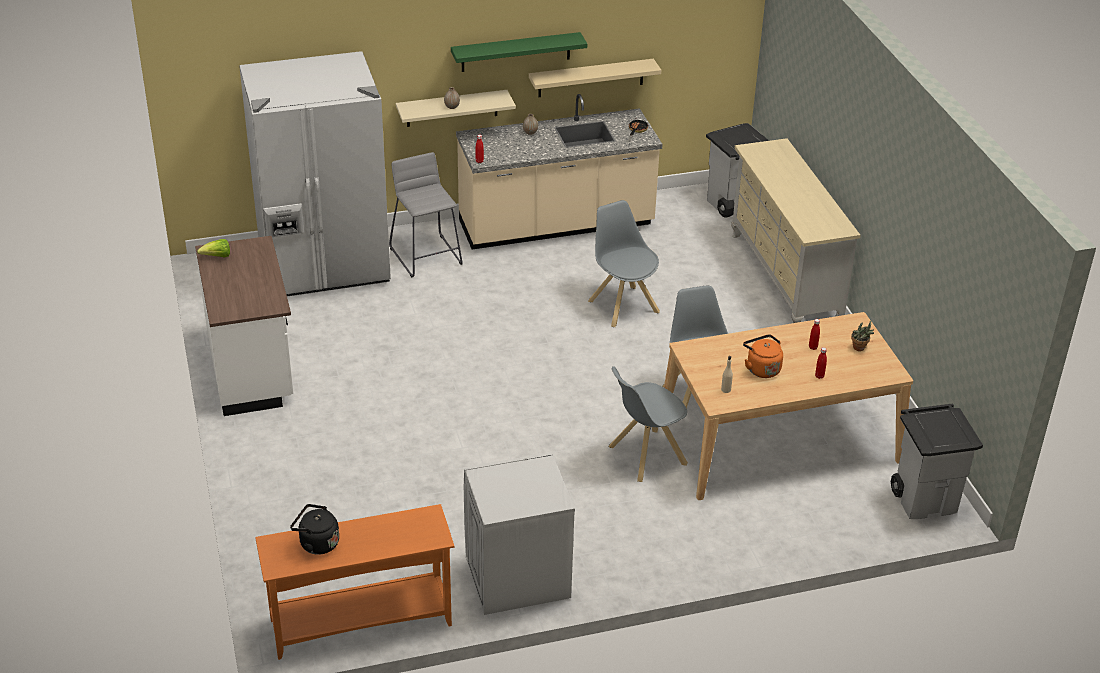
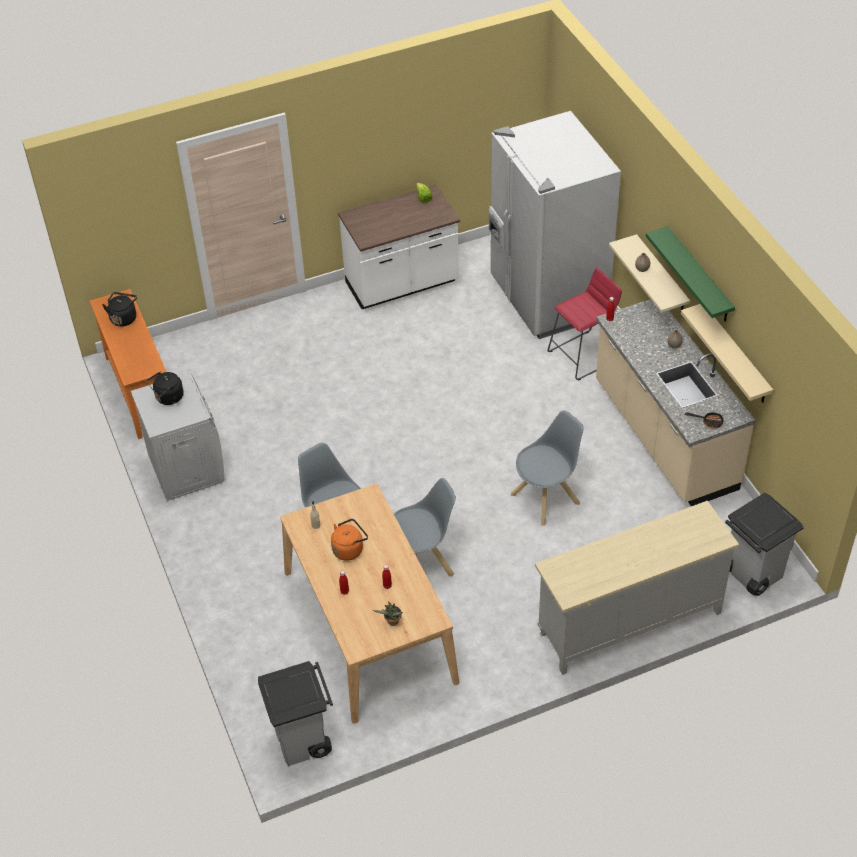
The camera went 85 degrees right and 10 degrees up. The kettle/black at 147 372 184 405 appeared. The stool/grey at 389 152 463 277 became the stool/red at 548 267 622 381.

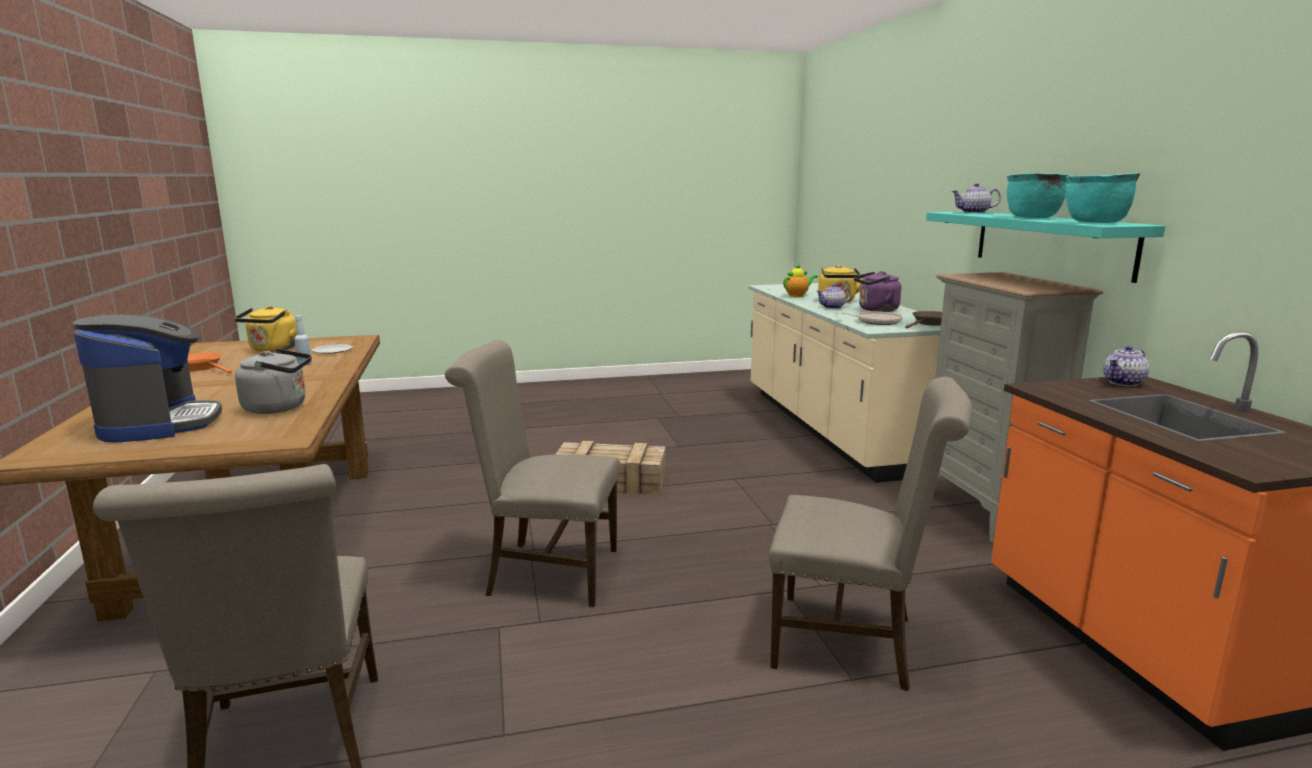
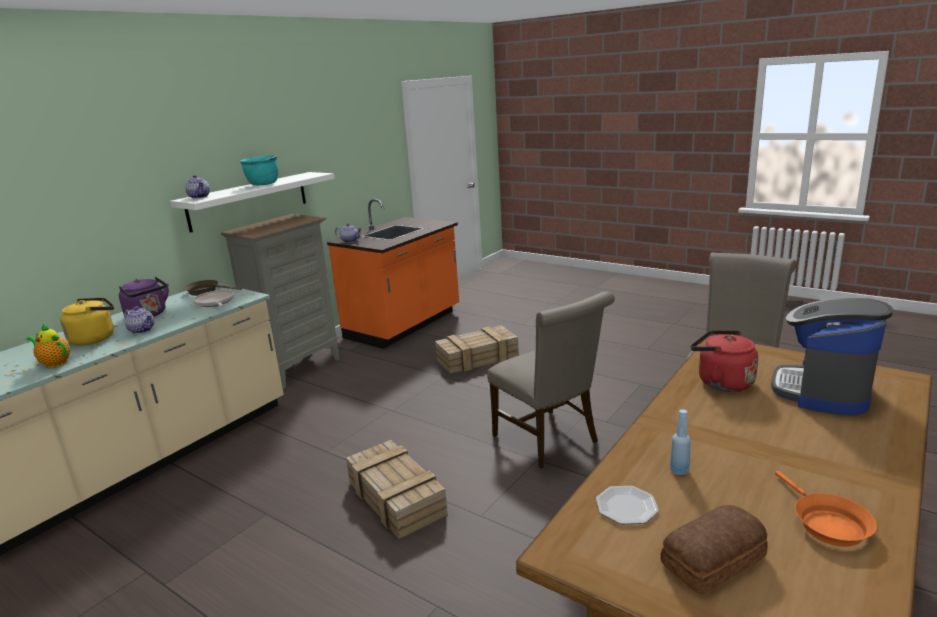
The camera went 130 degrees left and 5 degrees up. The shelf/turquoise at 926 212 1165 283 became the shelf/white at 170 172 335 233. The chair/beige at 769 377 972 691 was replaced by the crate at 435 325 519 374. The kettle/yellow at 234 306 297 352 was replaced by the bread at 661 505 768 595. The kettle/grey at 235 349 312 414 became the kettle/red at 691 330 758 392. The cooking pot/turquoise at 1066 173 1140 223 disappeared.

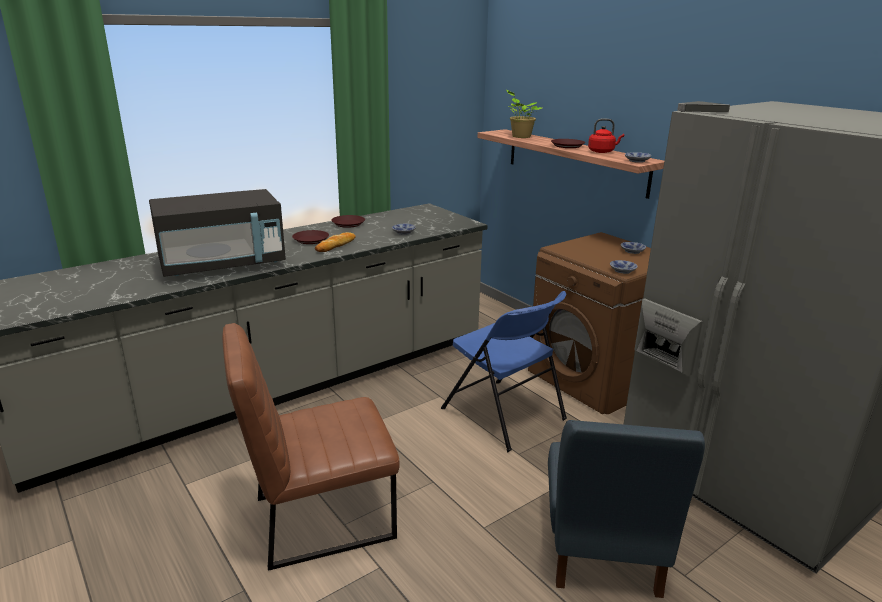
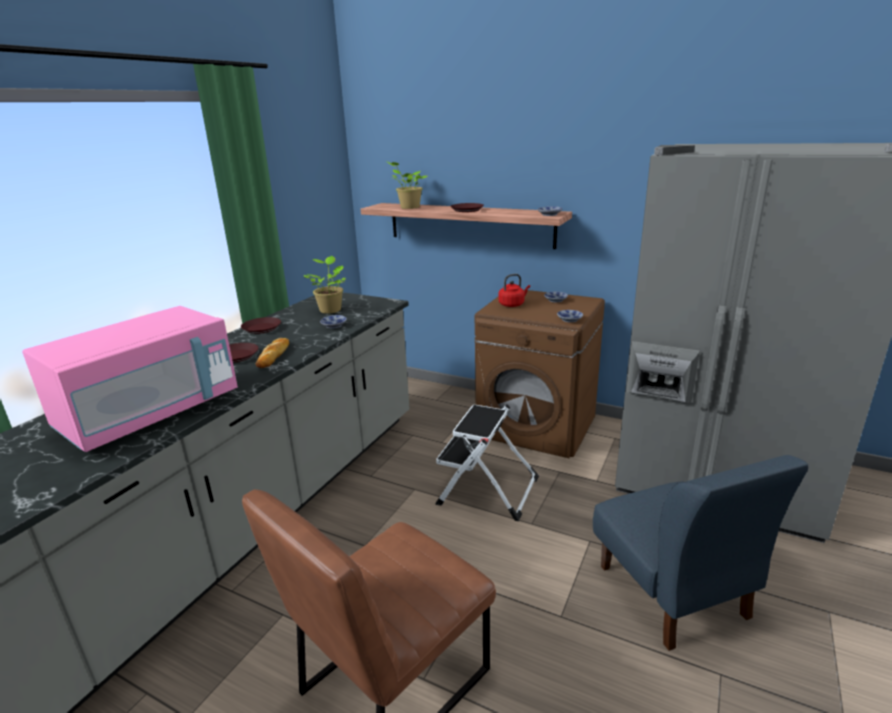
The camera went 25 degrees left and 0 degrees up. The microwave/black at 149 189 286 277 became the microwave/pink at 22 306 238 452. The potted plant at 304 256 346 314 appeared. The chair/blue at 441 291 567 452 was replaced by the step ladder at 435 404 539 521. The kettle/red moved from 588 118 624 153 to 498 274 530 307.

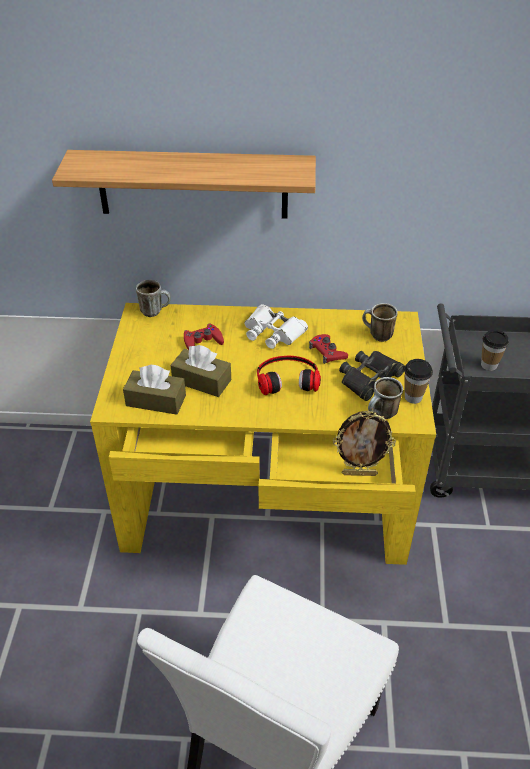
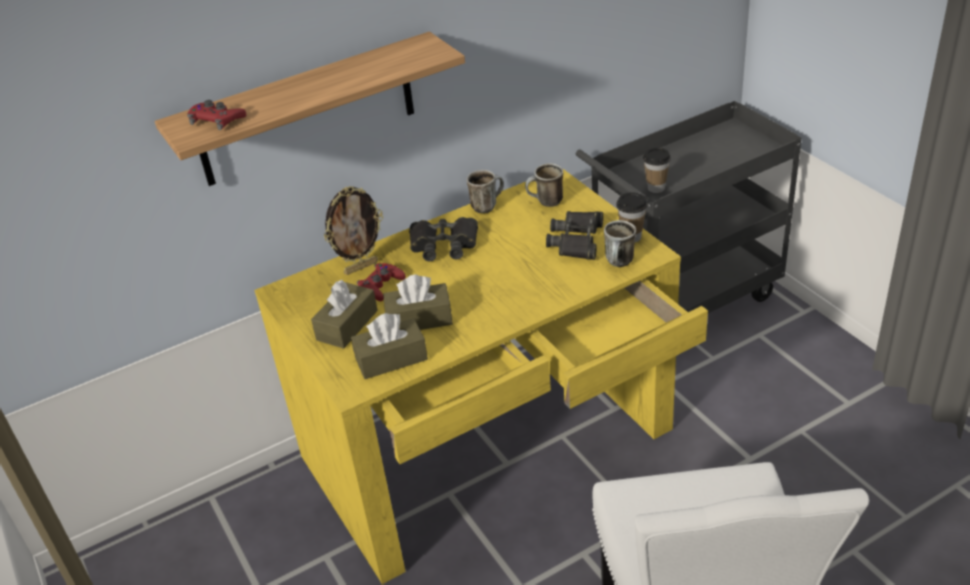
The camera went 30 degrees left and 5 degrees down. The game controller/red moved from 309 334 348 364 to 187 100 246 130. The tissue box/brown at 311 280 378 349 appeared. The picture frame moved from 333 410 396 476 to 324 186 383 275. The binoculars/white at 244 304 308 349 became the binoculars/black at 409 217 478 261. The mug moved from 136 280 171 317 to 467 170 504 213. The headphones at 257 356 321 395 disappeared.

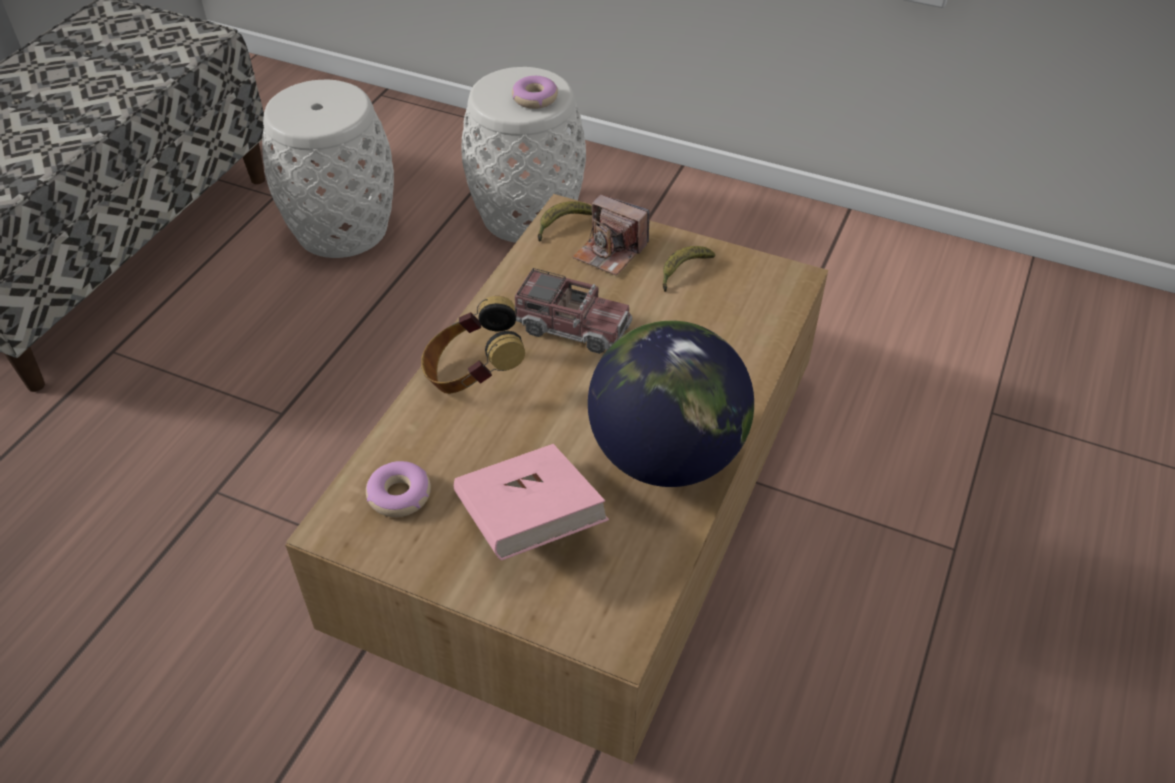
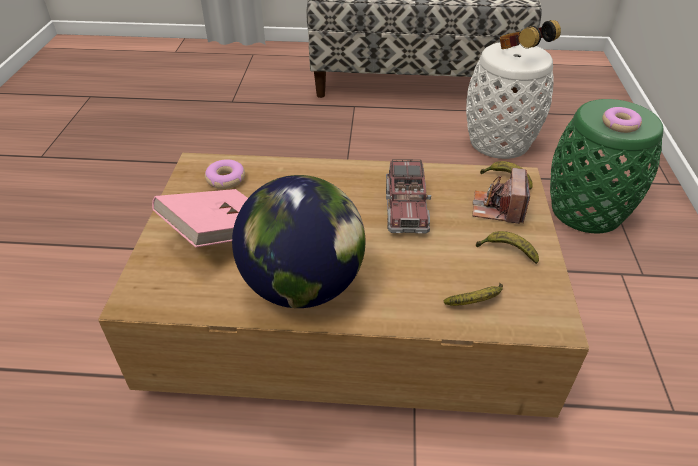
The camera went 70 degrees right and 5 degrees down. The banana at 443 283 503 306 appeared. The headphones moved from 421 296 525 394 to 500 20 561 49. The stool/white at 462 67 586 243 became the stool/green at 550 99 663 233.

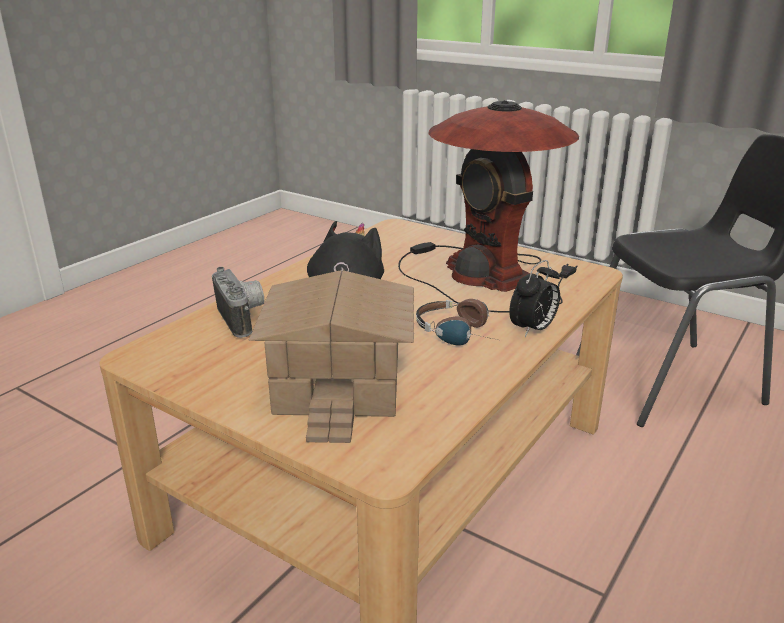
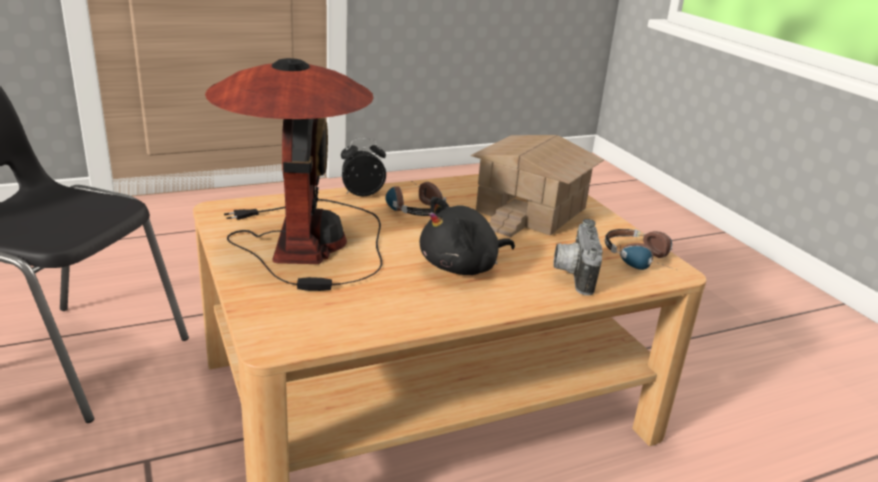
The camera went 150 degrees left and 0 degrees up. The headphones at 604 229 676 270 appeared.

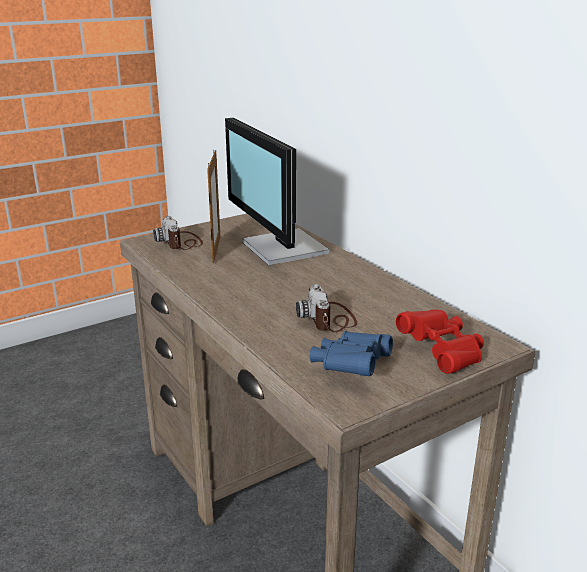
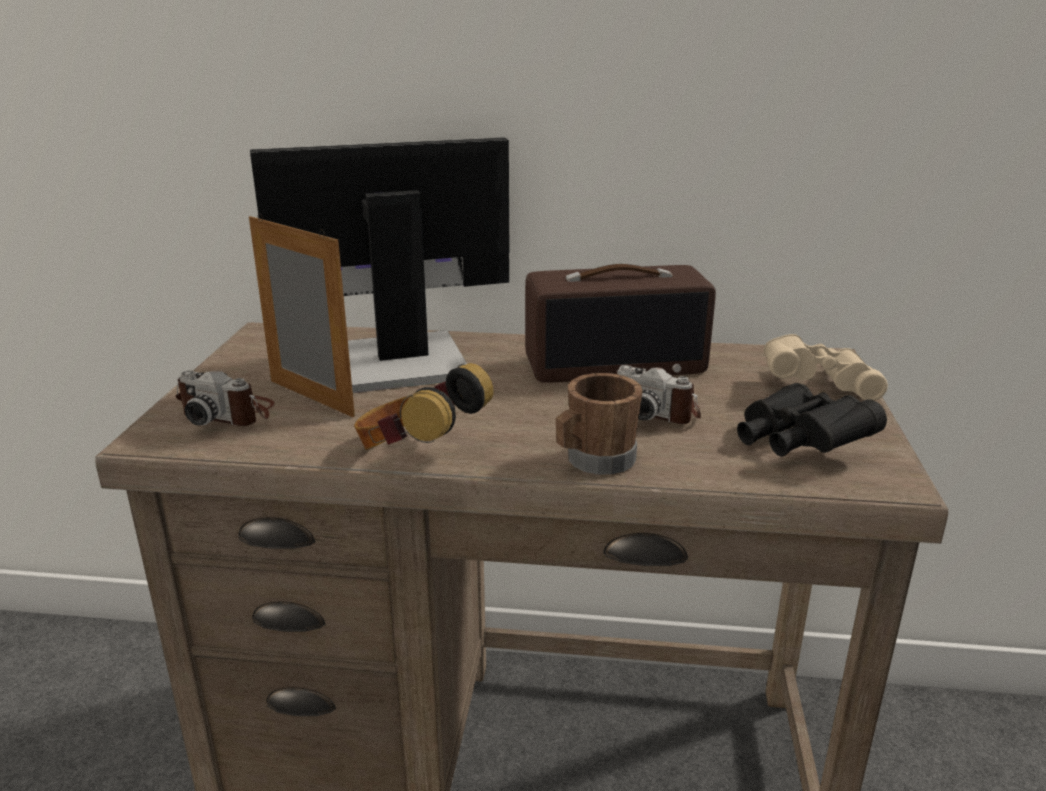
The camera went 50 degrees left and 0 degrees up. The monitor at 225 118 329 265 turned 150 degrees clockwise. The headphones at 354 363 494 450 appeared. The radio at 525 264 716 383 appeared. The mug/brown at 556 373 642 475 appeared. The binoculars/blue at 310 331 393 376 became the binoculars/black at 737 383 887 457. The binoculars/red at 396 309 484 374 became the binoculars/beige at 763 334 888 401.

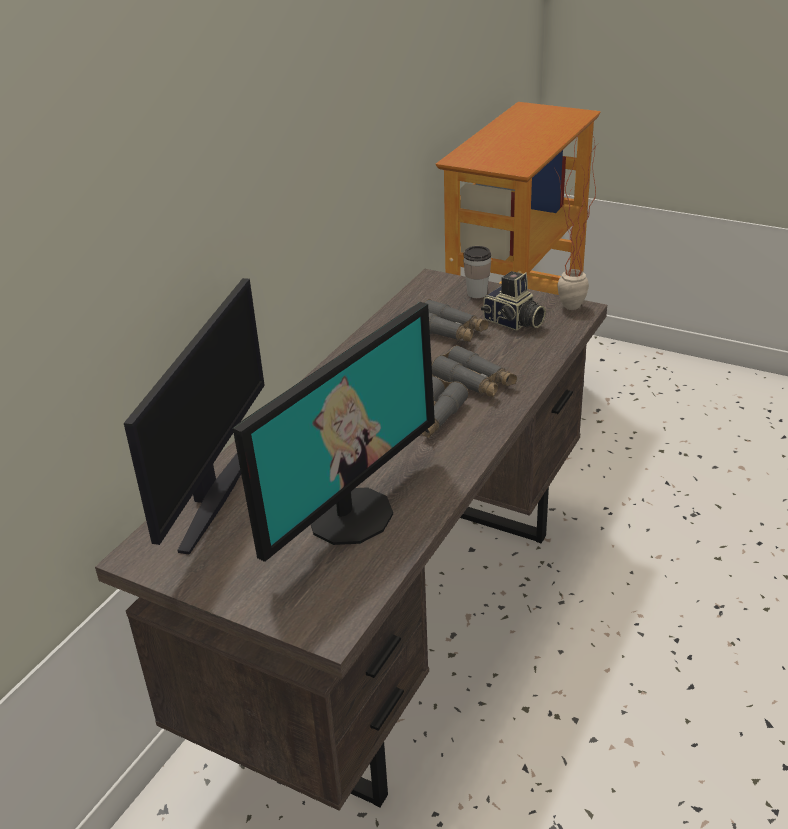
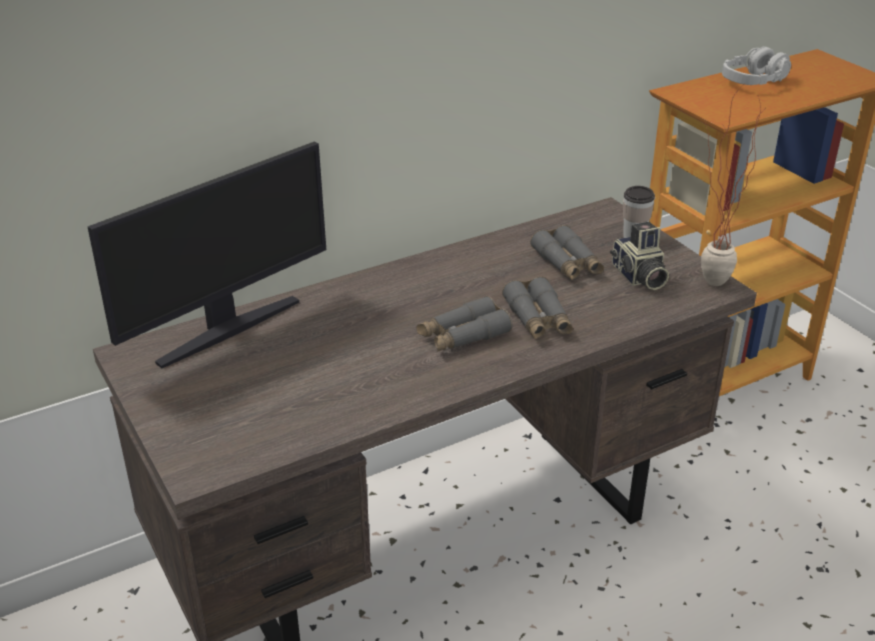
The camera went 30 degrees right and 0 degrees up. The headphones/grey at 722 46 791 85 appeared. The monitor at 233 302 435 562 disappeared.

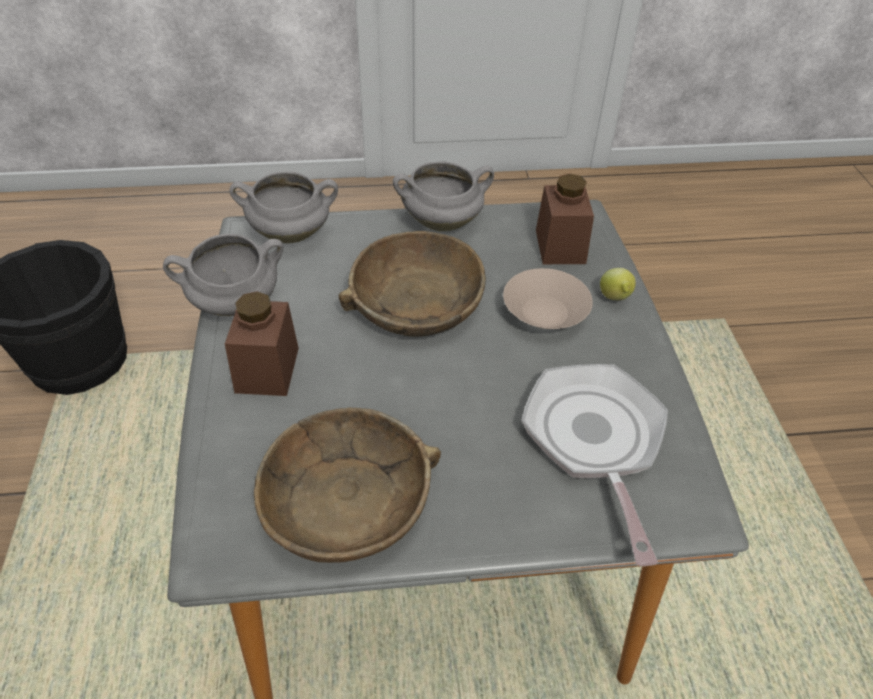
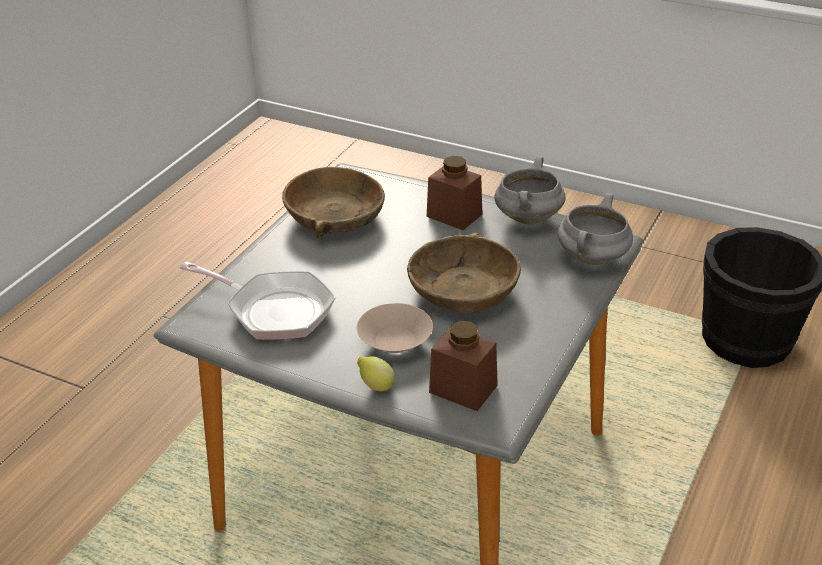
The camera went 125 degrees right and 10 degrees down. The cooking pot/grey at 393 161 494 231 disappeared.

